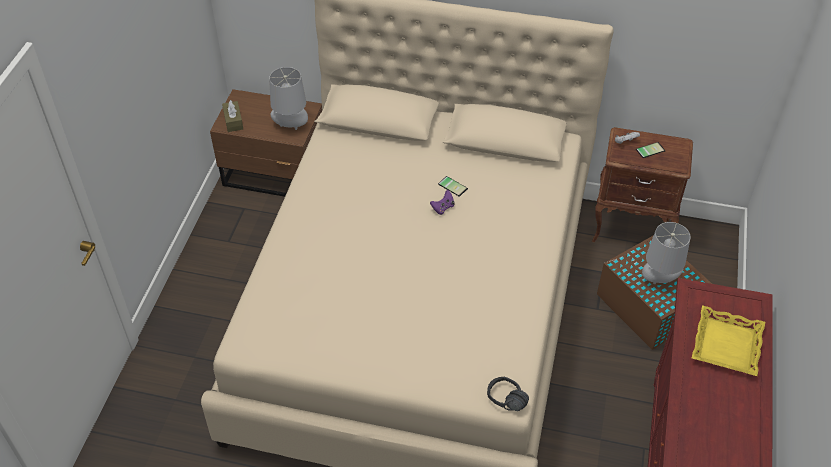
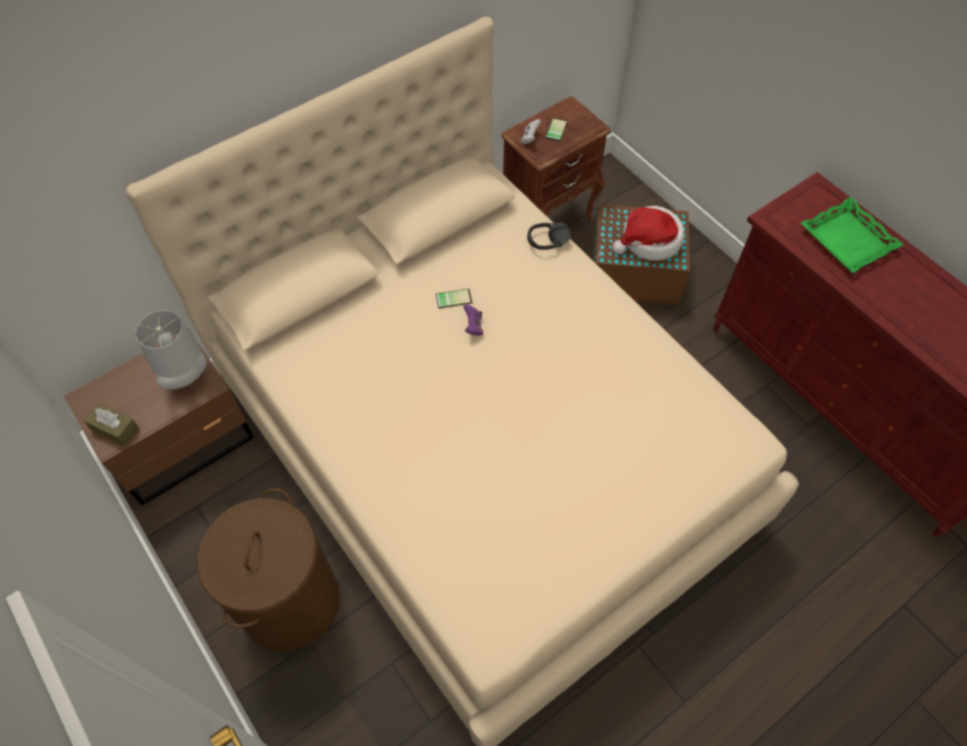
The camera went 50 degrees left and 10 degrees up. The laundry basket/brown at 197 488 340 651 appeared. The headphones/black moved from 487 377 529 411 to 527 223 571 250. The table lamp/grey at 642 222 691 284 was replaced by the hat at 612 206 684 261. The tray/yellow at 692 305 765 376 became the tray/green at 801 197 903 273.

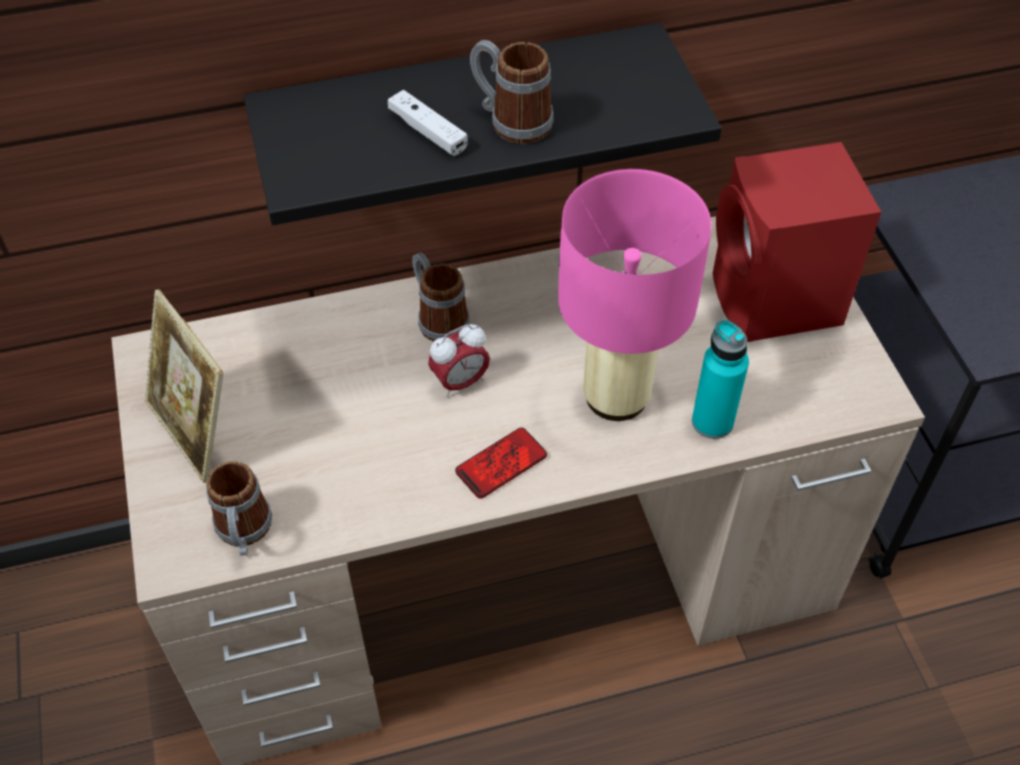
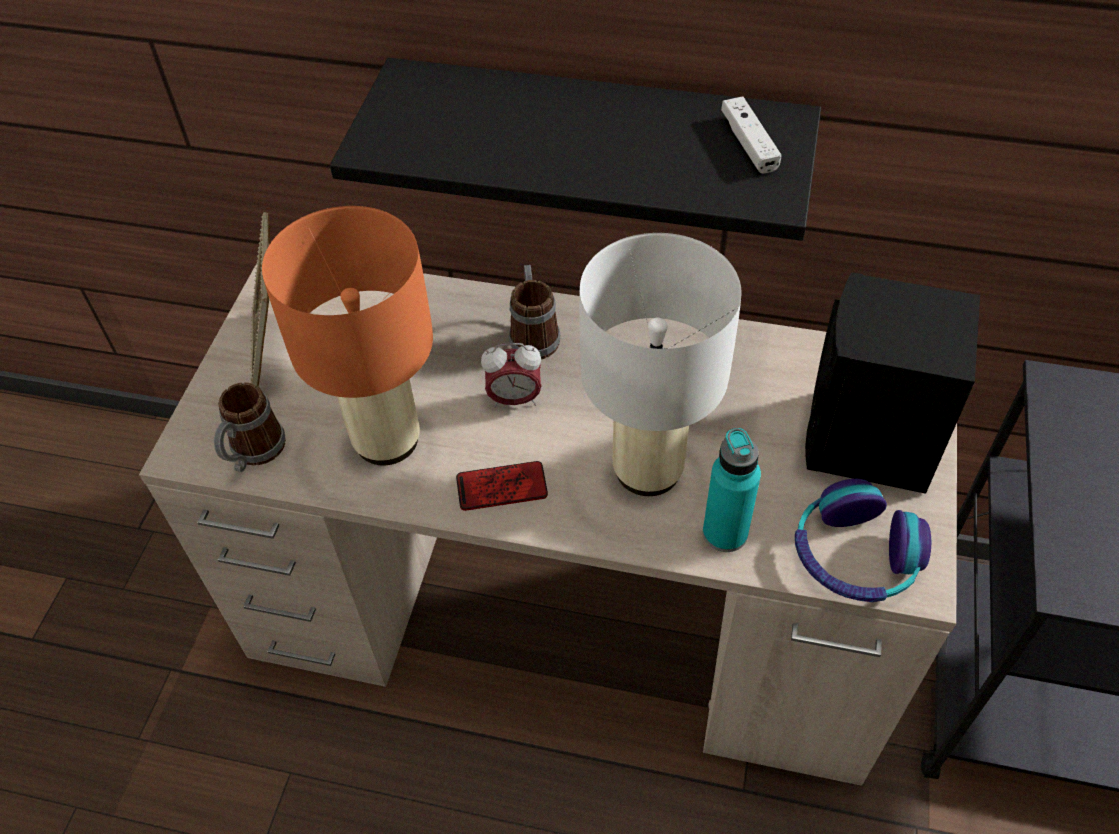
The camera went 30 degrees right and 0 degrees up. The table lamp/orange at 262 206 433 465 appeared. The table lamp/pink at 558 169 711 421 became the table lamp/white at 579 233 741 496. The game controller/white moved from 388 90 468 156 to 721 96 782 173. The headphones at 795 479 931 602 appeared. The speaker/red at 713 142 881 342 became the speaker/black at 805 272 980 494. The mug at 470 40 554 144 disappeared.

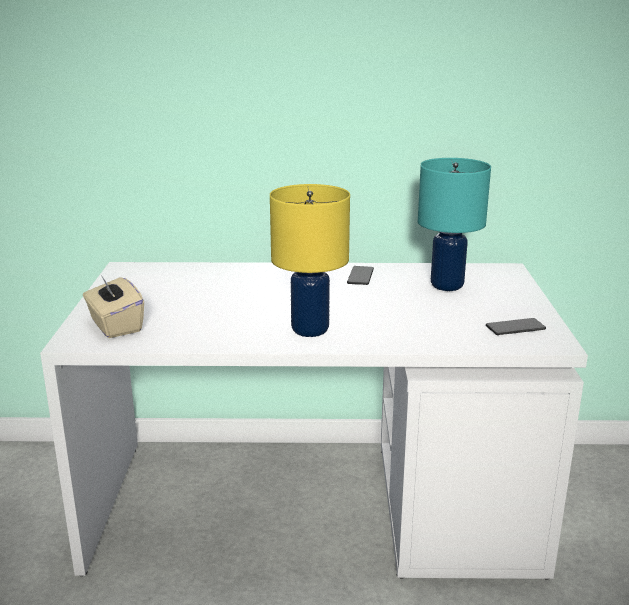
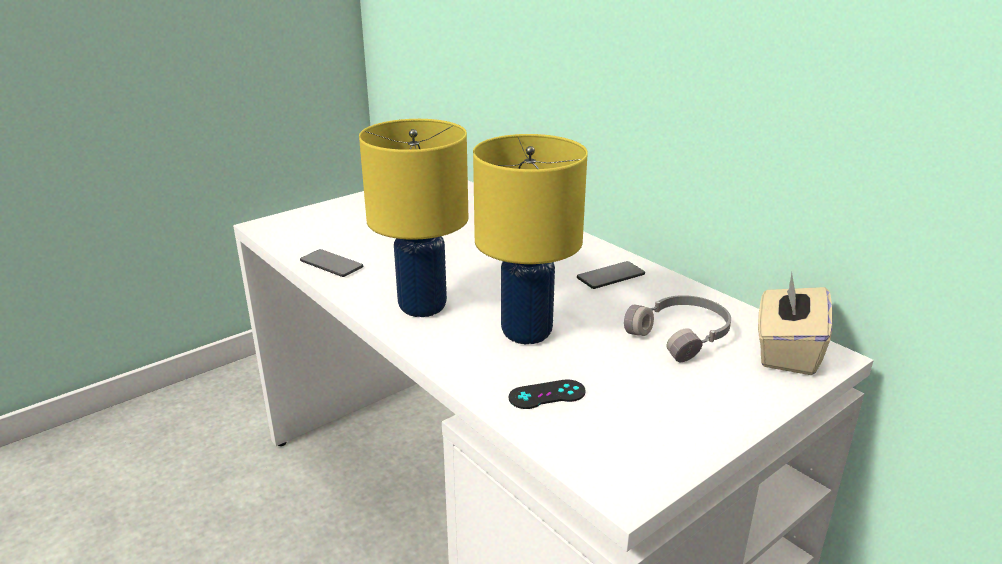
The camera went 50 degrees right and 5 degrees up. The phone moved from 486 318 546 335 to 300 249 363 277. The table lamp/yellow at 473 134 588 344 appeared. The game controller/black at 509 379 585 409 appeared. The table lamp/turquoise at 418 158 491 291 was replaced by the headphones/grey at 624 295 731 362. The tissue box/beige moved from 83 275 144 338 to 758 272 832 375.

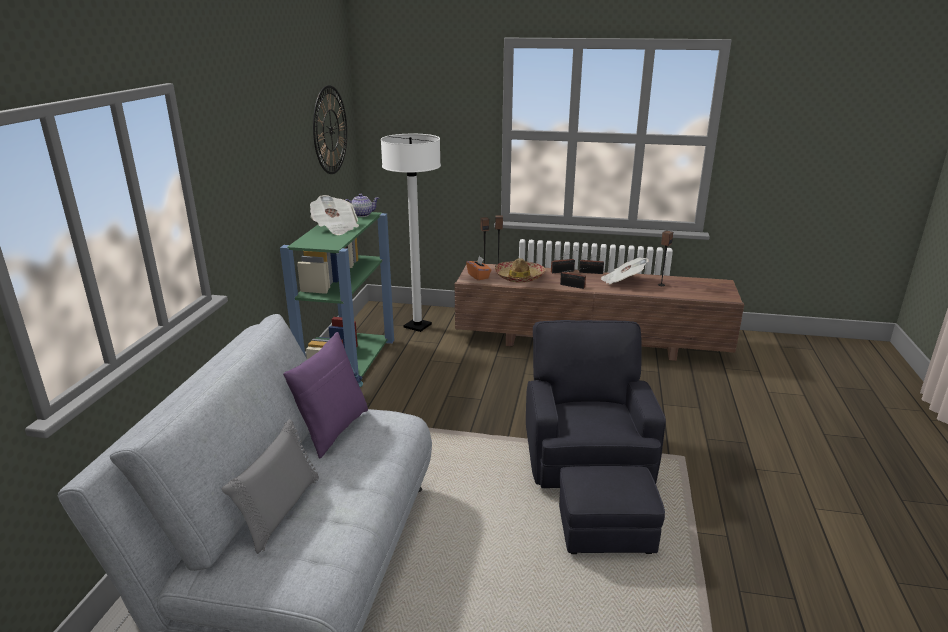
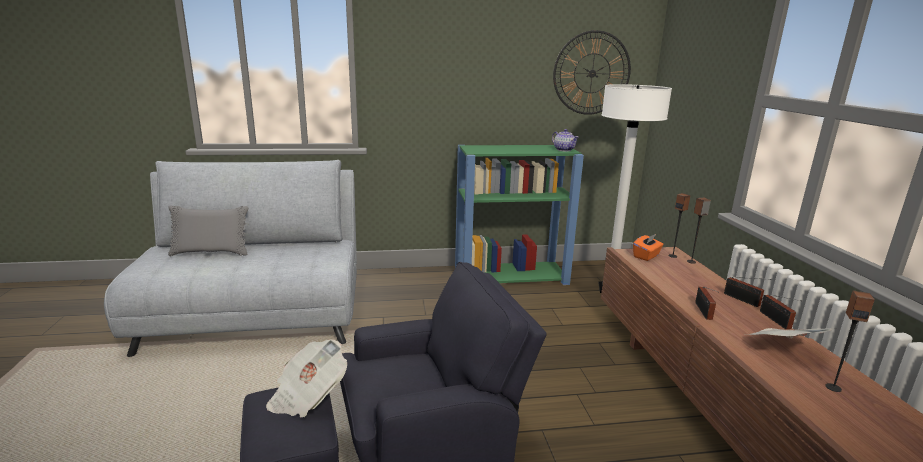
The camera went 70 degrees right and 5 degrees down. The newspaper moved from 310 195 359 235 to 266 339 347 417. The pillow/purple at 283 332 368 458 disappeared. The hat at 495 258 546 283 disappeared.

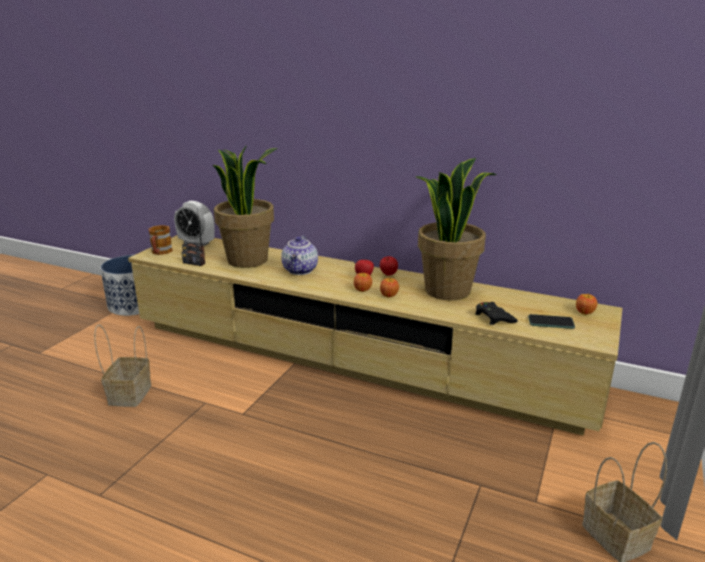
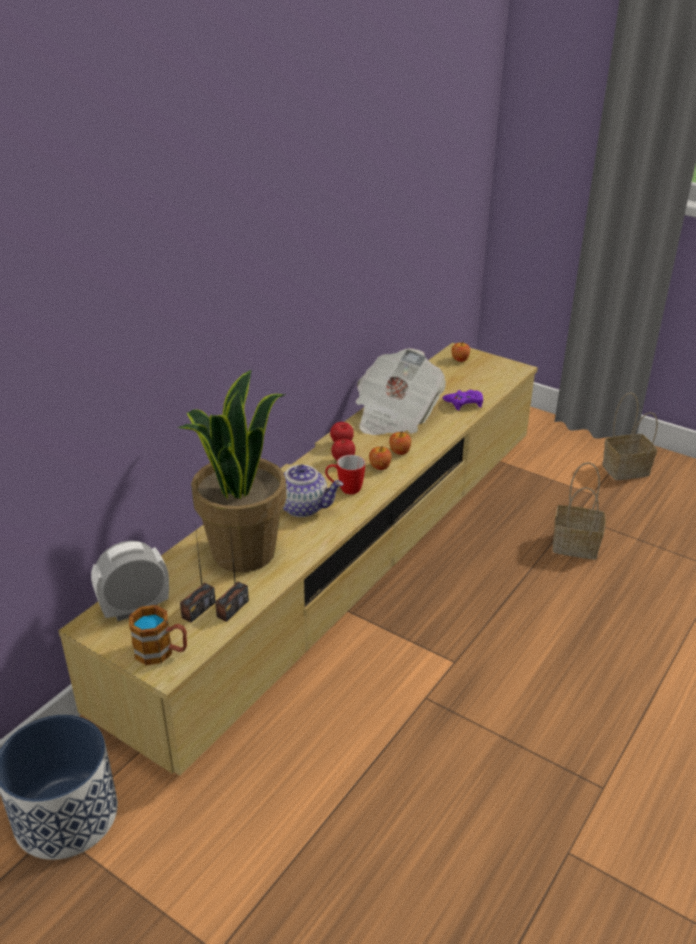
The camera went 80 degrees left and 10 degrees up. The alarm clock at 174 201 215 246 turned 150 degrees counterclockwise. The mug at 325 455 365 495 appeared. The potted plant at 415 158 497 300 was replaced by the newspaper at 356 348 446 435. The game controller/black at 476 302 518 325 became the game controller/purple at 442 390 483 411. The basket moved from 94 324 151 407 to 553 462 606 560. The phone at 528 314 575 329 disappeared.

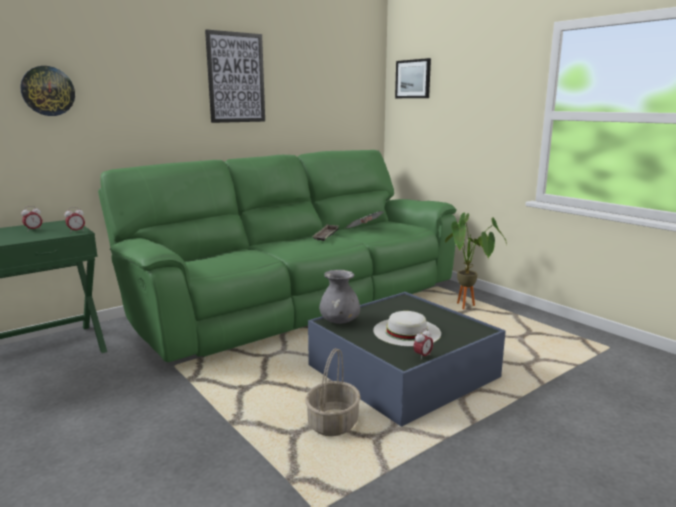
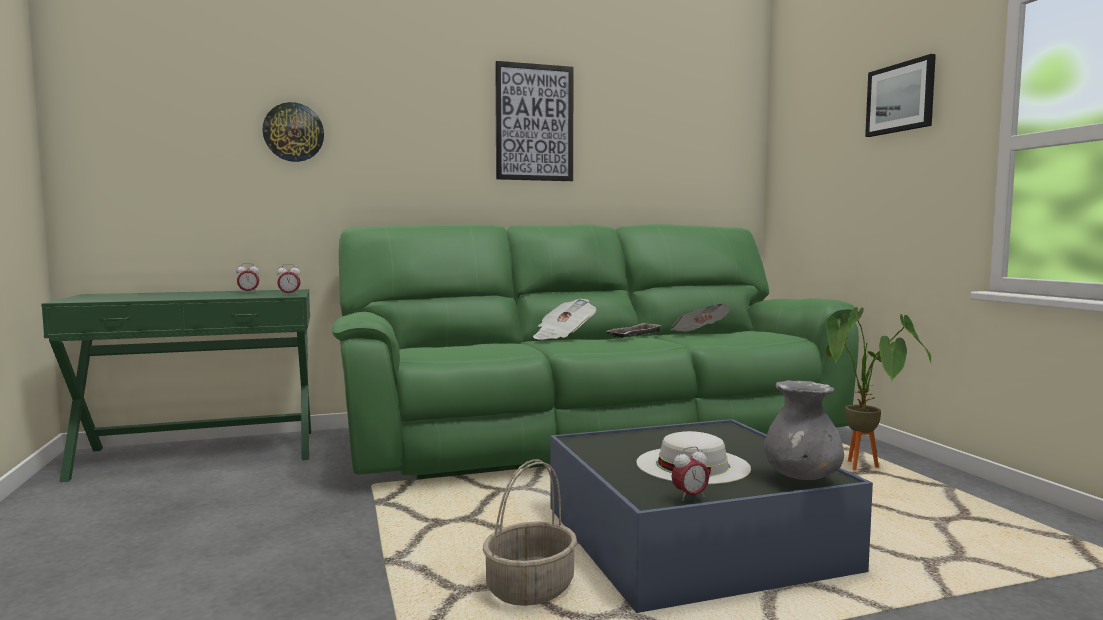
The camera went 20 degrees right and 10 degrees down. The newspaper at 533 299 596 340 appeared. The vase/grey moved from 319 270 360 324 to 763 380 844 480. The picture moved from 395 58 431 98 to 865 54 936 137.

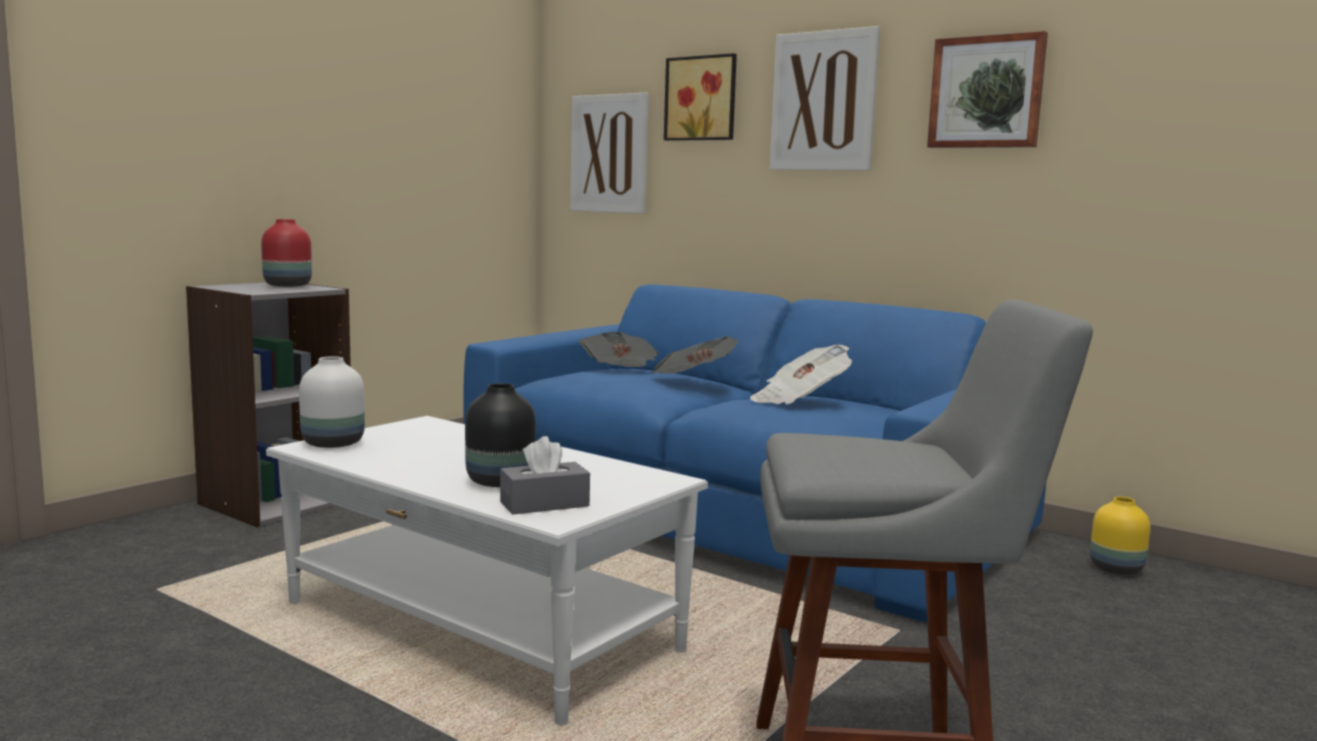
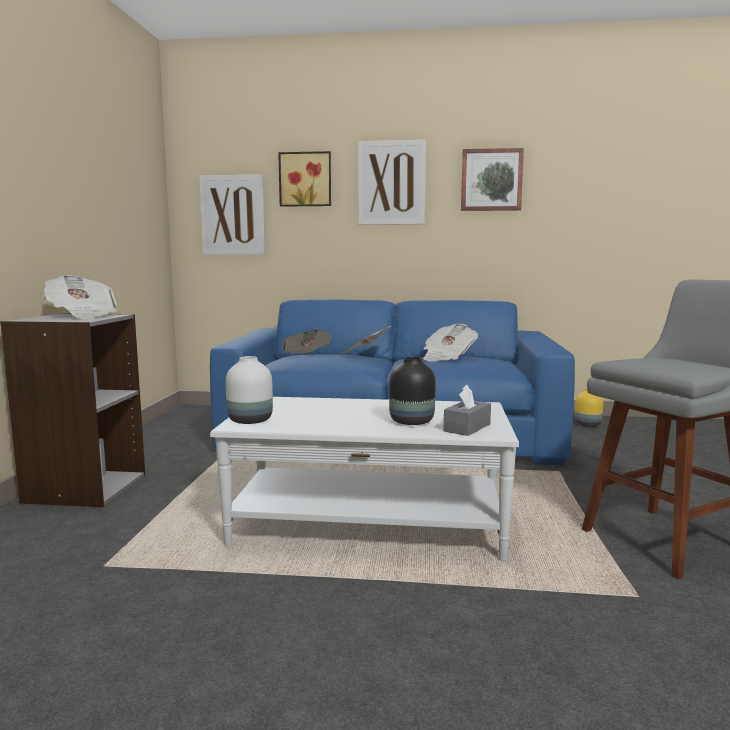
The camera went 30 degrees left and 0 degrees up. The vase/red at 261 219 312 287 was replaced by the newspaper at 43 275 117 318.

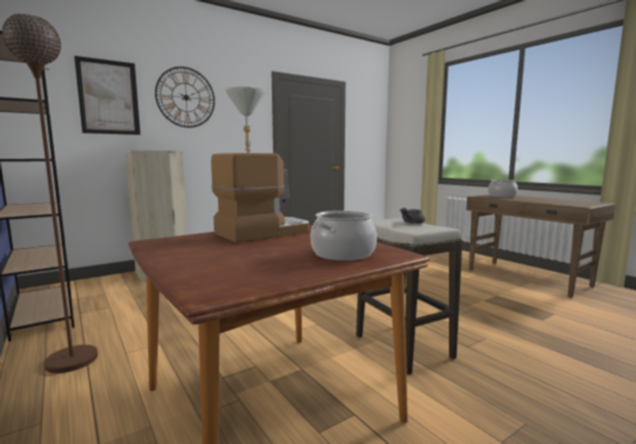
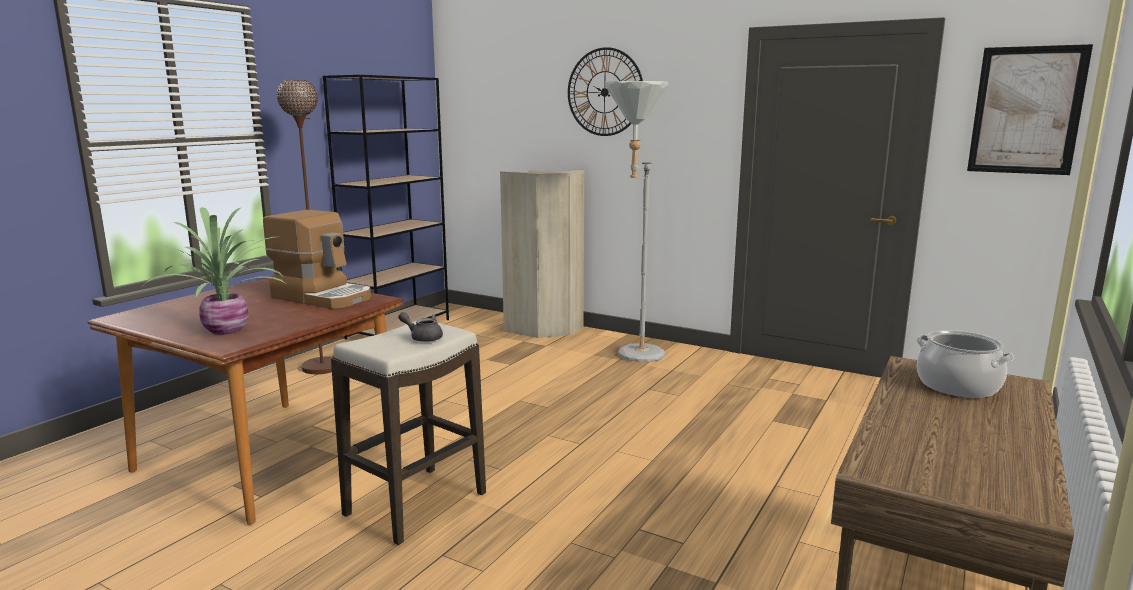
The camera went 65 degrees right and 5 degrees up. The cooking pot at 311 211 377 261 was replaced by the potted plant at 144 207 285 335. The picture moved from 74 56 140 135 to 967 44 1093 175.

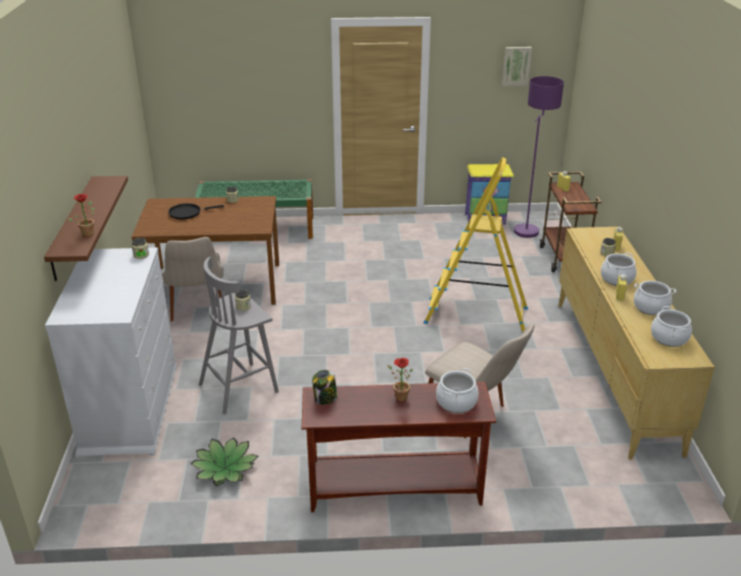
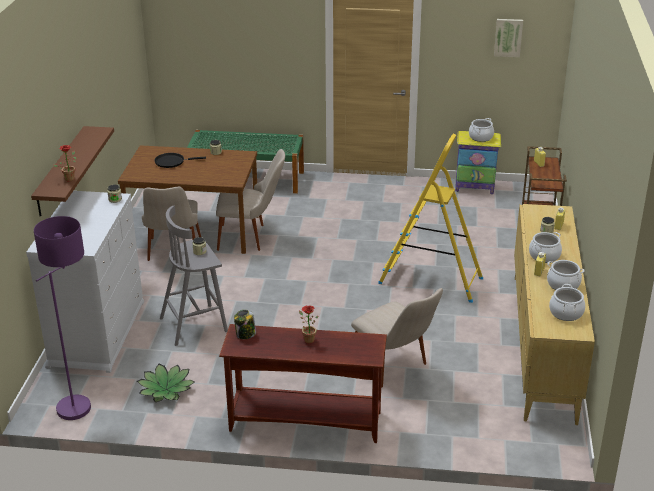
The camera went 10 degrees right and 0 degrees up. The floor lamp/purple moved from 514 76 564 238 to 34 216 91 420. The chair/beige at 216 149 285 251 appeared. The cooking pot moved from 436 368 479 413 to 469 118 494 142.

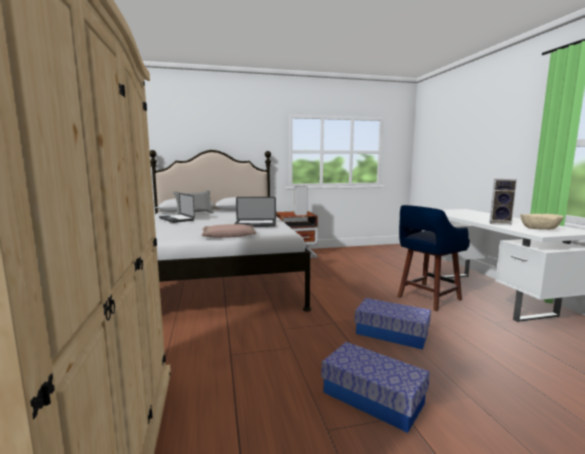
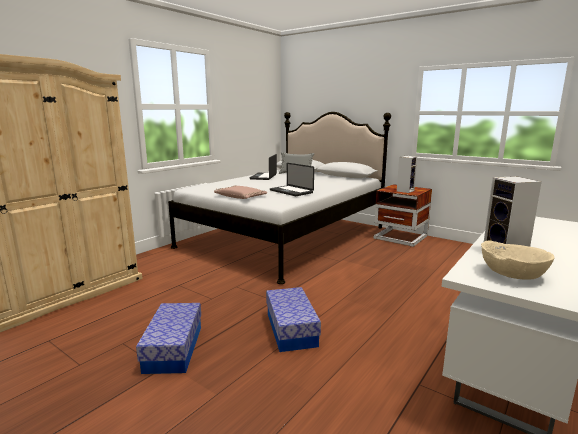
The camera went 50 degrees right and 5 degrees up. The stool/blue at 397 205 470 311 disappeared.

